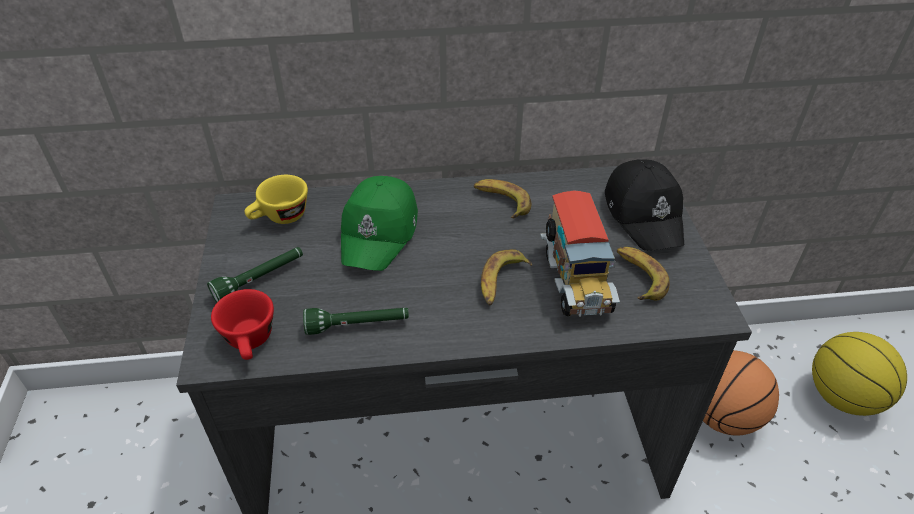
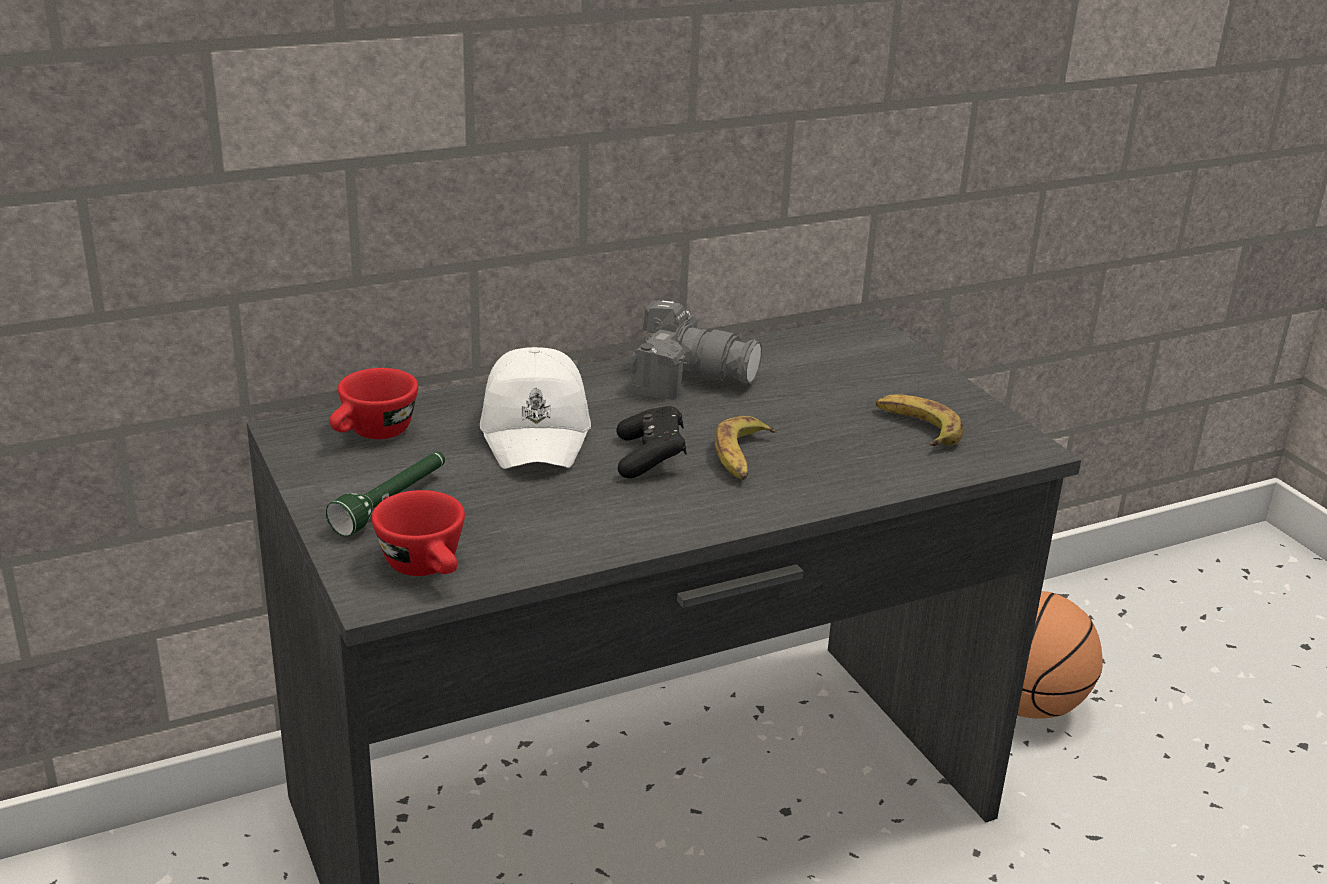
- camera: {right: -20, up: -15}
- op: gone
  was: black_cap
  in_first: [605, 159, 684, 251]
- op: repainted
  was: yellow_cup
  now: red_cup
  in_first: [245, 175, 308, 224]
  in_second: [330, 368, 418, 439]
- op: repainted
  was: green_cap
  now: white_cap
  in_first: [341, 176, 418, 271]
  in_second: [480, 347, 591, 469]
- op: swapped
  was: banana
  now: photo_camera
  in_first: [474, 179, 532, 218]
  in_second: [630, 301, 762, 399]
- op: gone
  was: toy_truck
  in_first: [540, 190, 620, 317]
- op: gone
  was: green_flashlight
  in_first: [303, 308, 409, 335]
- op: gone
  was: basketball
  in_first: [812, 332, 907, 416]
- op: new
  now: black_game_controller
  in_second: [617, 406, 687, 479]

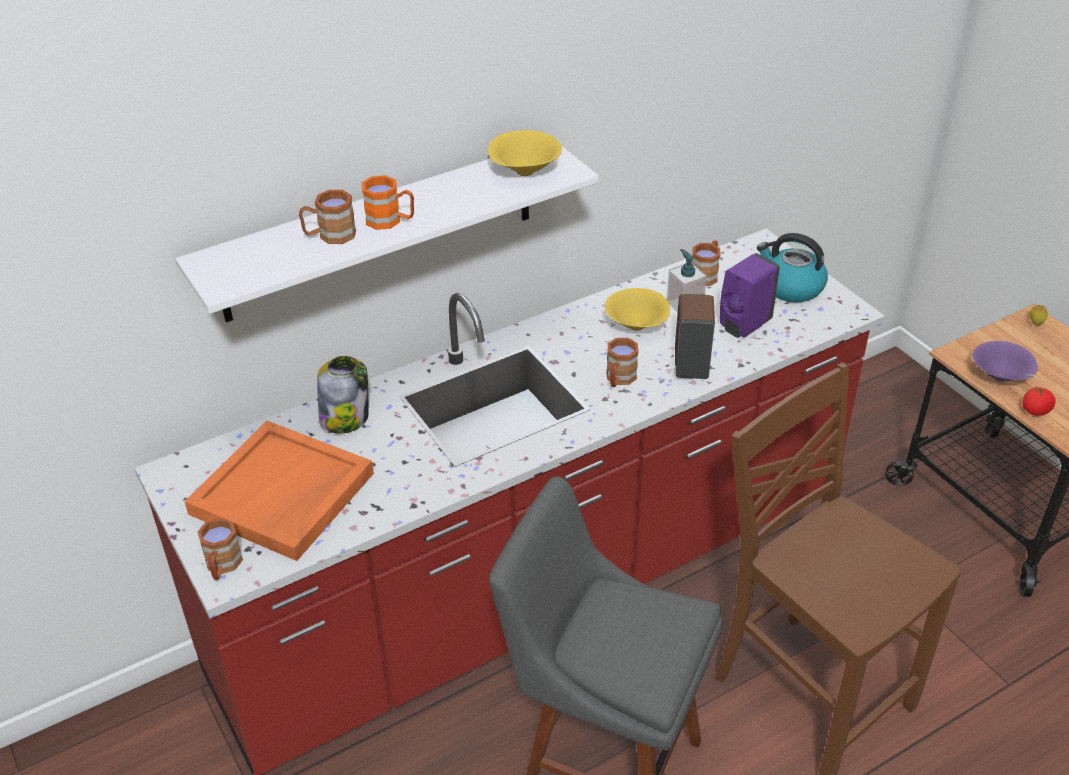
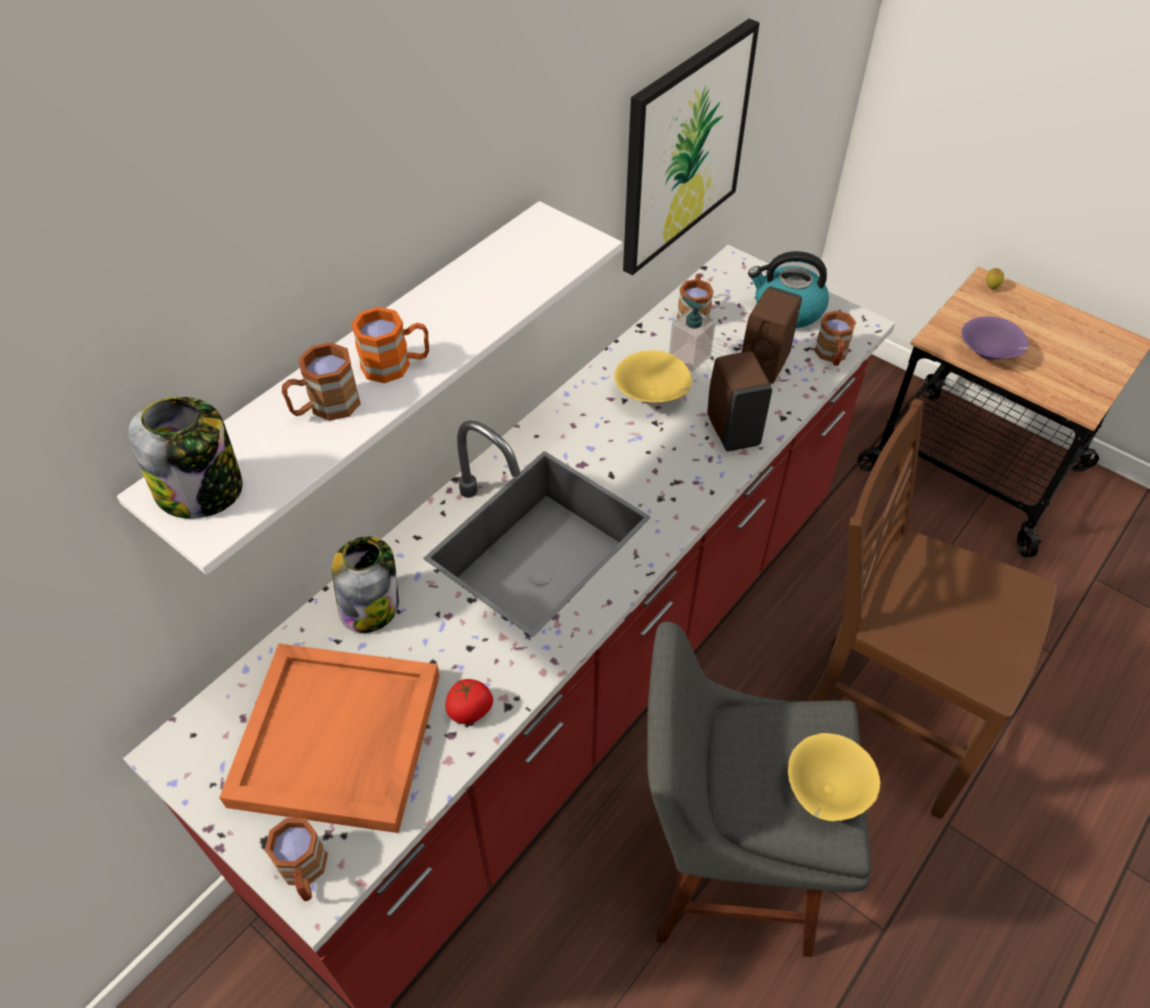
- camera: {right: -20, up: 10}
- op: shifted
  was: yellow_bowl
  in_first: [488, 130, 562, 176]
  in_second: [788, 733, 881, 821]
- op: repainted
  was: purple_soap_dispenser
  now: brown_soap_dispenser
  in_first: [720, 253, 780, 338]
  in_second: [742, 286, 802, 384]
- op: shifted
  was: brown_mug
  in_first: [606, 338, 639, 387]
  in_second: [814, 310, 856, 366]
- op: shifted
  was: tomato
  in_first: [1022, 385, 1056, 416]
  in_second: [446, 679, 493, 724]
- op: new
  now: picture
  in_second: [623, 19, 760, 275]
- op: new
  now: jar
  in_second: [128, 397, 243, 519]

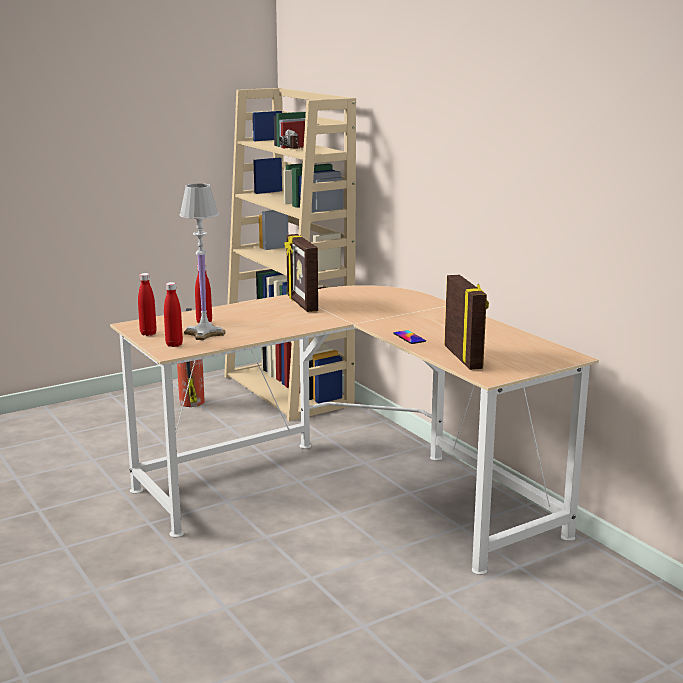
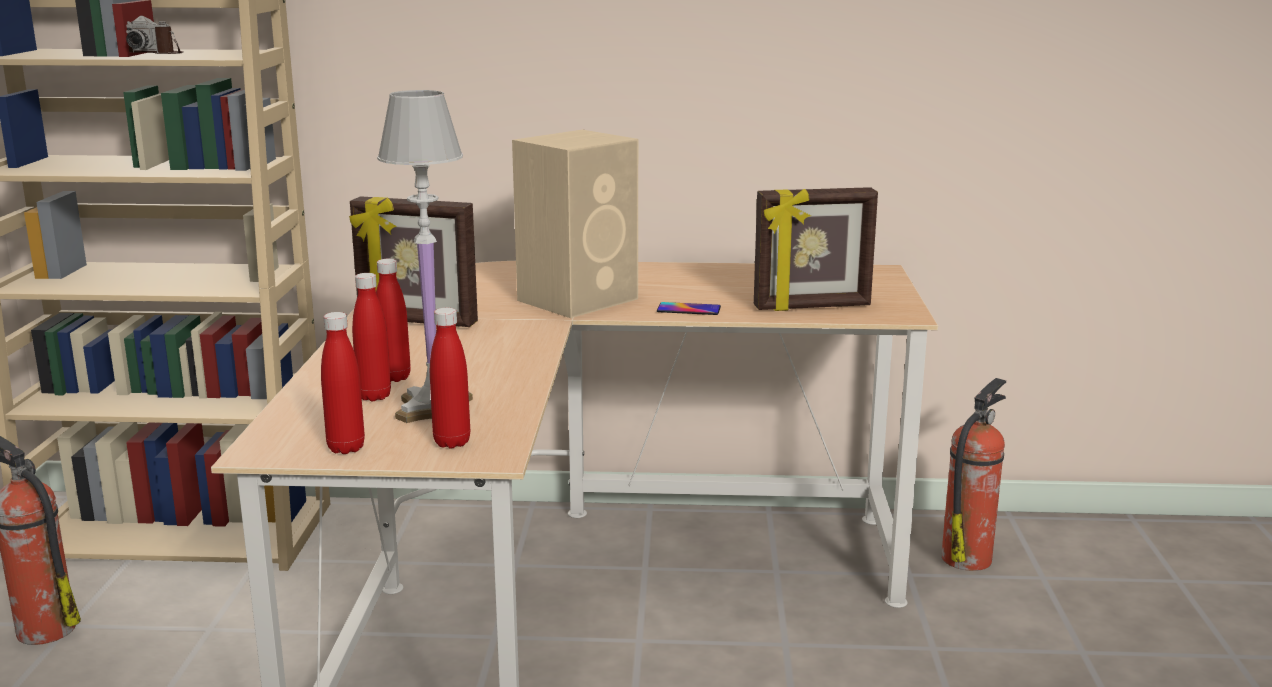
- camera: {right: -55, up: 0}
- op: rotated
  was: picture_frame
  in_first: [444, 275, 489, 370]
  in_second: [754, 187, 878, 311]
  clockwise: 150
- op: new
  now: beige_speaker
  in_second: [512, 130, 638, 318]
- op: new
  now: red_bottle
  in_second: [376, 259, 411, 382]
- op: new
  now: fire_extinguisher
  in_second: [941, 378, 1006, 571]

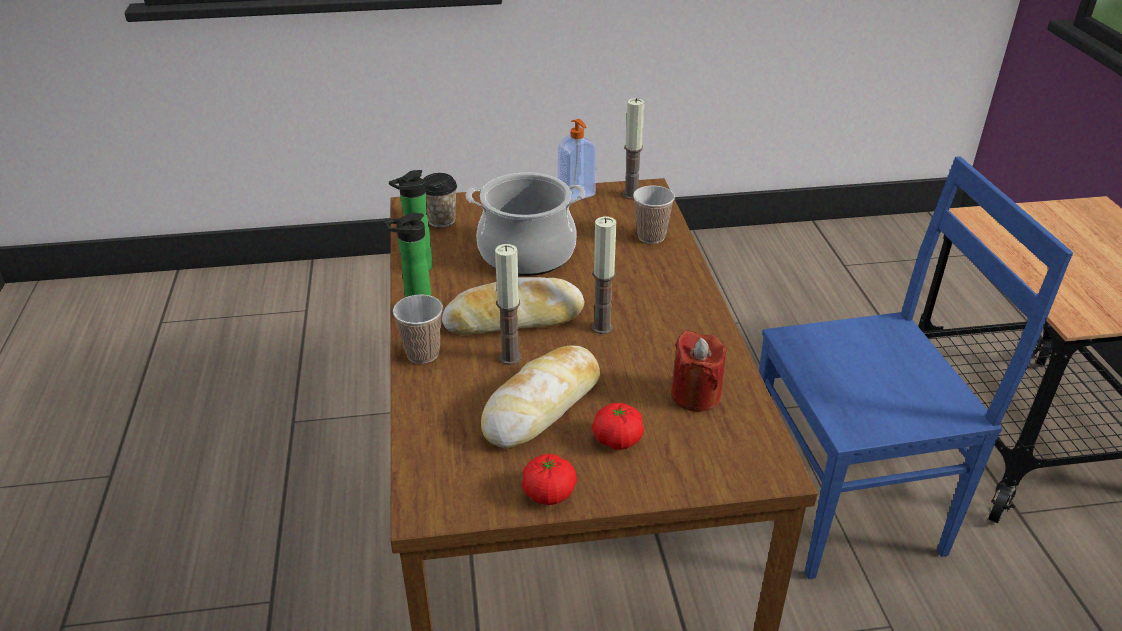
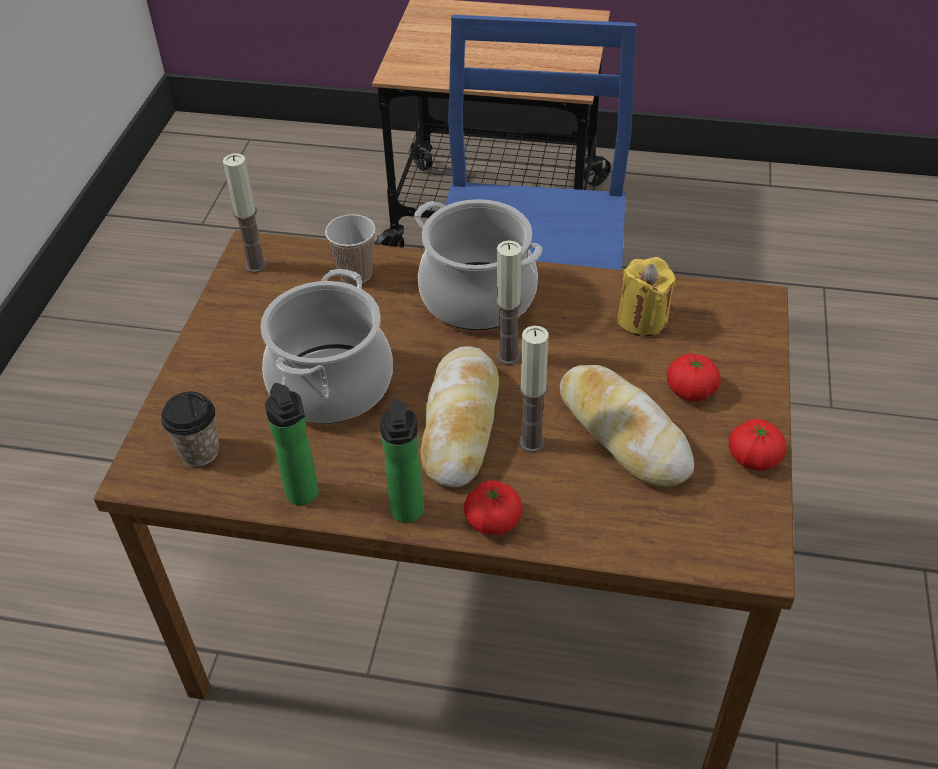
- camera: {right: -70, up: 10}
- op: gone
  was: soap_dispenser
  in_first: [558, 119, 597, 202]
- op: swapped
  was: cup
  now: tomato
  in_first: [393, 295, 443, 364]
  in_second: [464, 480, 523, 535]
- op: repainted
  was: red_candle
  now: yellow_candle
  in_first: [671, 330, 727, 412]
  in_second: [617, 257, 676, 336]
- op: new
  now: cooking_pot
  in_second: [414, 199, 542, 330]

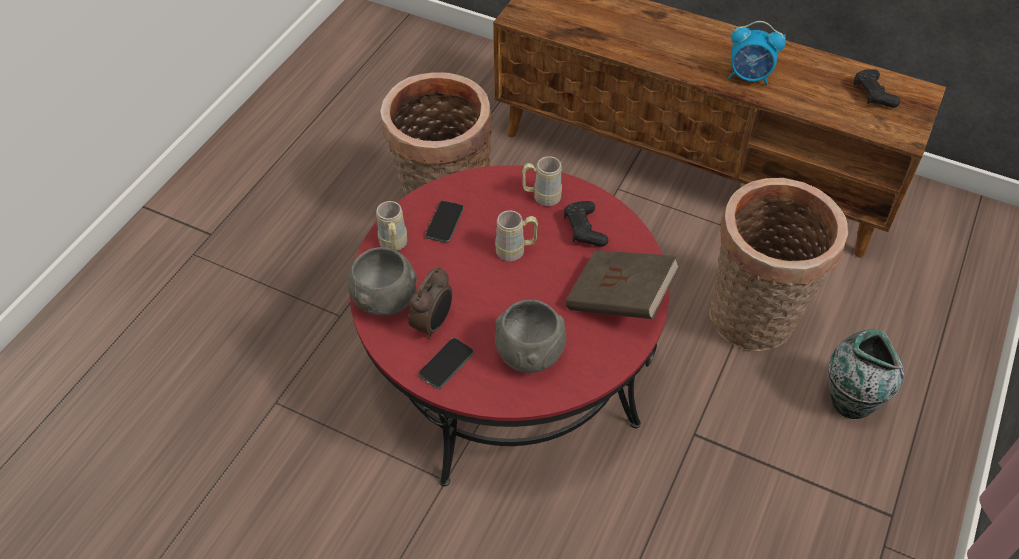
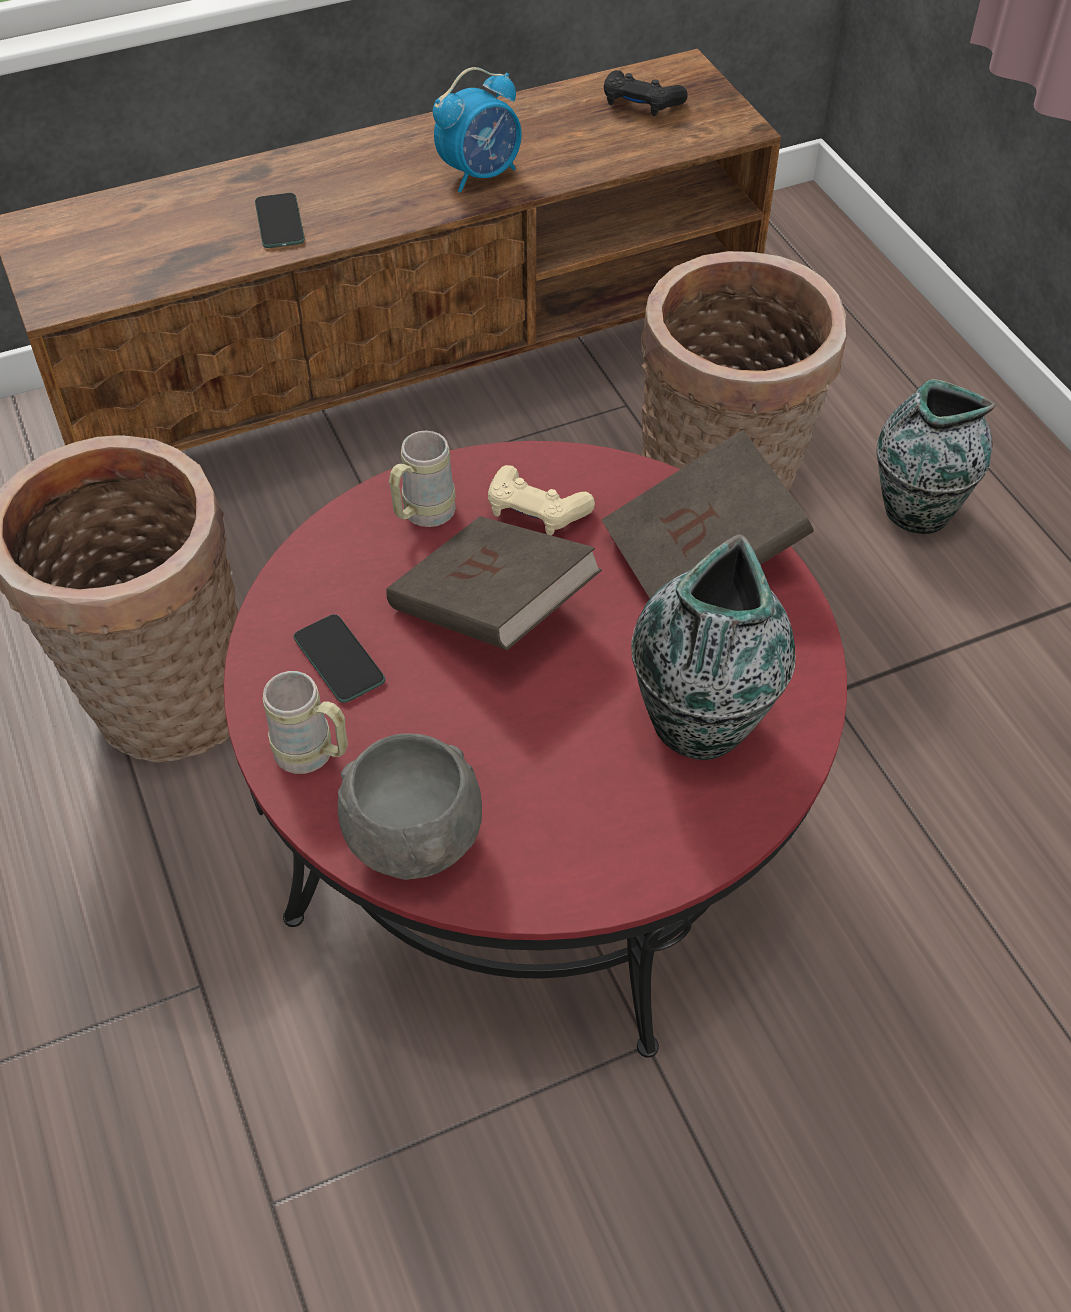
- camera: {right: -50, up: 0}
- op: repainted
  was: black_game_controller
  now: beige_game_controller
  in_first: [564, 201, 608, 247]
  in_second: [488, 465, 595, 535]
- op: swapped
  was: beige_mug
  now: brown_book
  in_first: [495, 210, 538, 261]
  in_second: [386, 516, 602, 650]
- op: gone
  was: alarm_clock
  in_first: [408, 267, 452, 339]
- op: swapped
  was: grey_bowl
  now: vase
  in_first: [495, 300, 566, 373]
  in_second: [631, 534, 796, 760]
- op: shifted
  was: phone
  in_first: [418, 338, 474, 389]
  in_second: [255, 193, 305, 248]

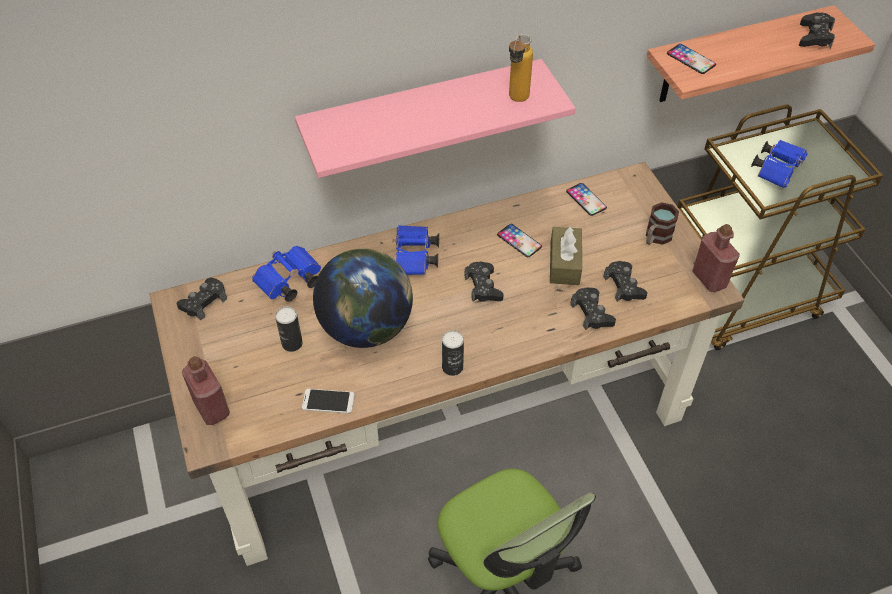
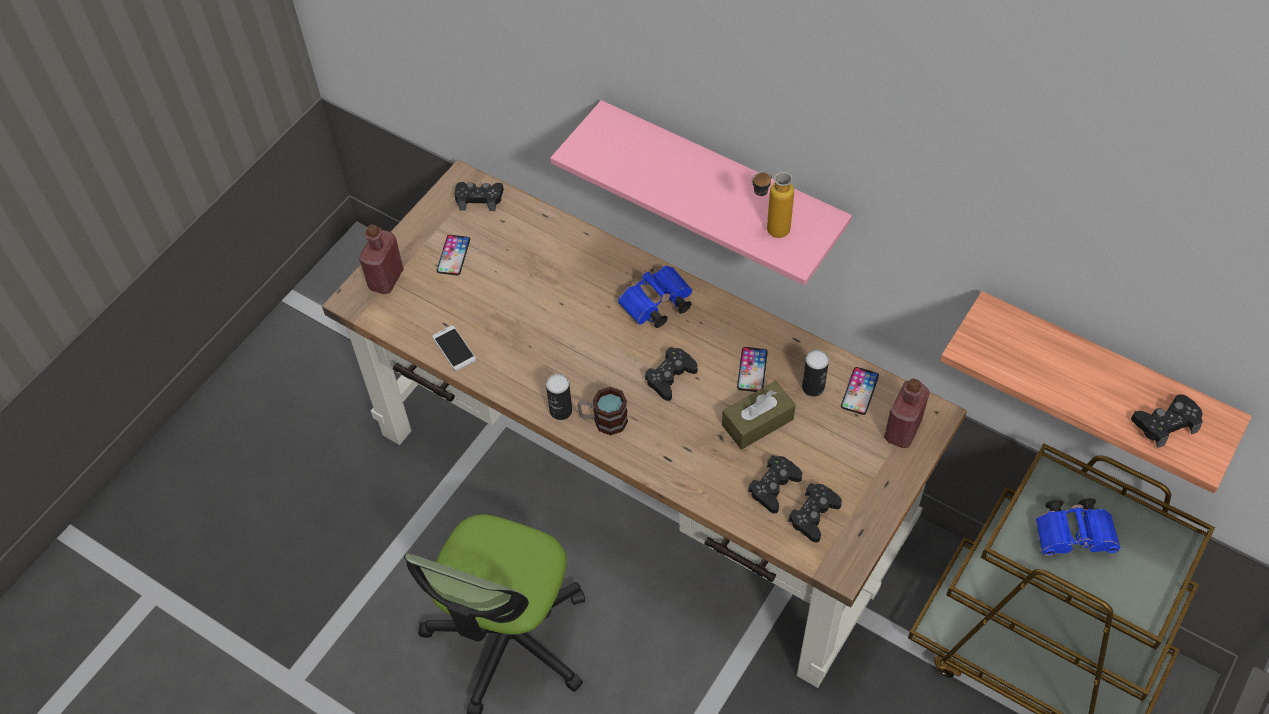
- camera: {right: 55, up: 5}
- op: shifted
  was: phone
  in_first: [667, 44, 716, 74]
  in_second: [436, 235, 470, 275]
- op: shifted
  was: mug
  in_first: [646, 202, 679, 245]
  in_second: [577, 387, 628, 436]
- op: shifted
  was: red_bottle
  in_first: [692, 224, 740, 292]
  in_second: [884, 378, 930, 448]
- op: gone
  was: blue_binoculars
  in_first: [252, 246, 321, 302]
- op: gone
  was: globe
  in_first: [313, 248, 413, 348]
- op: shifted
  was: black_game_controller
  in_first: [570, 287, 616, 330]
  in_second: [788, 483, 842, 543]
- op: shifted
  was: can
  in_first: [275, 307, 303, 352]
  in_second: [802, 350, 829, 396]

